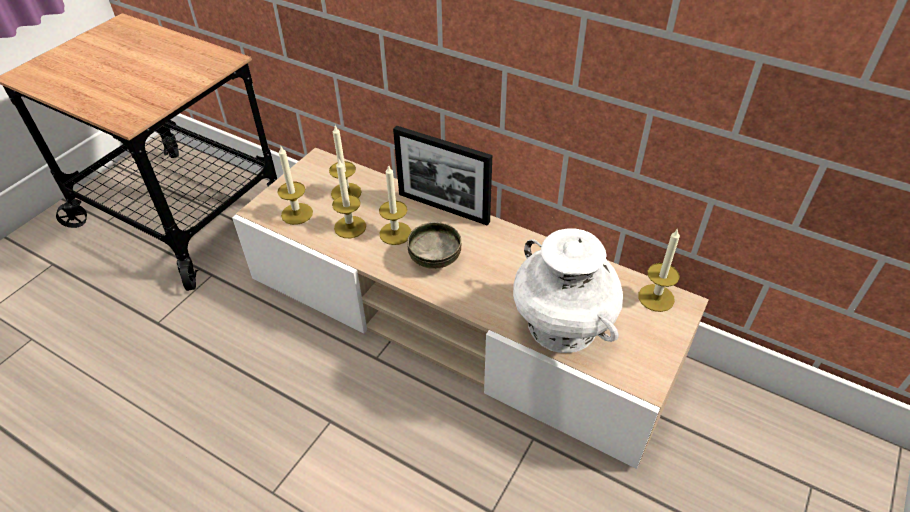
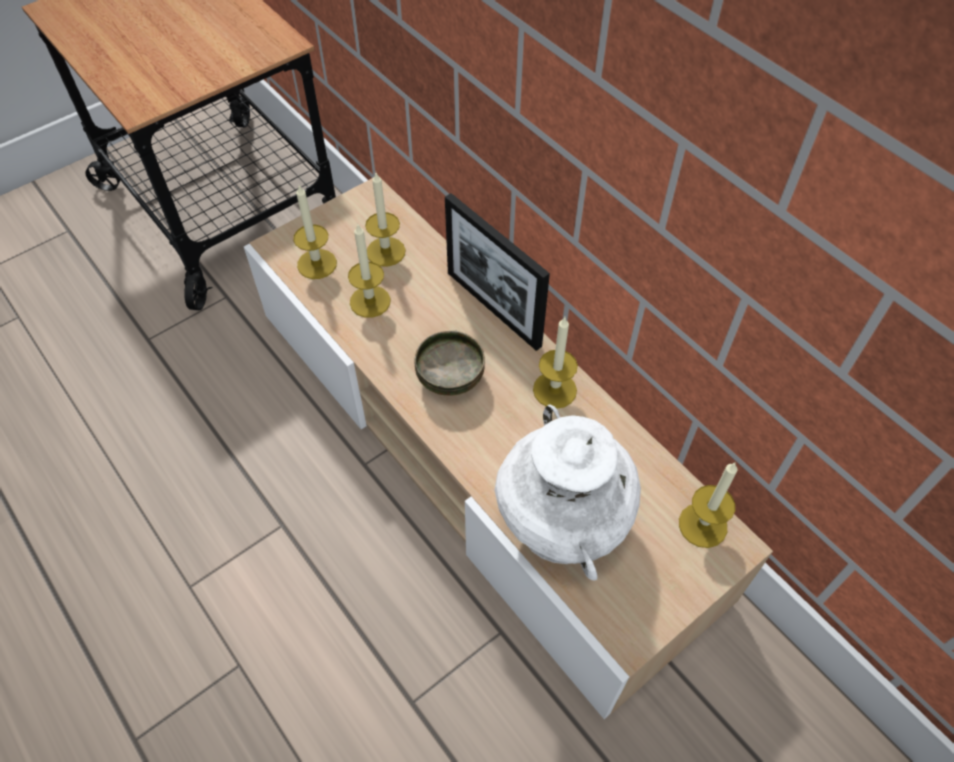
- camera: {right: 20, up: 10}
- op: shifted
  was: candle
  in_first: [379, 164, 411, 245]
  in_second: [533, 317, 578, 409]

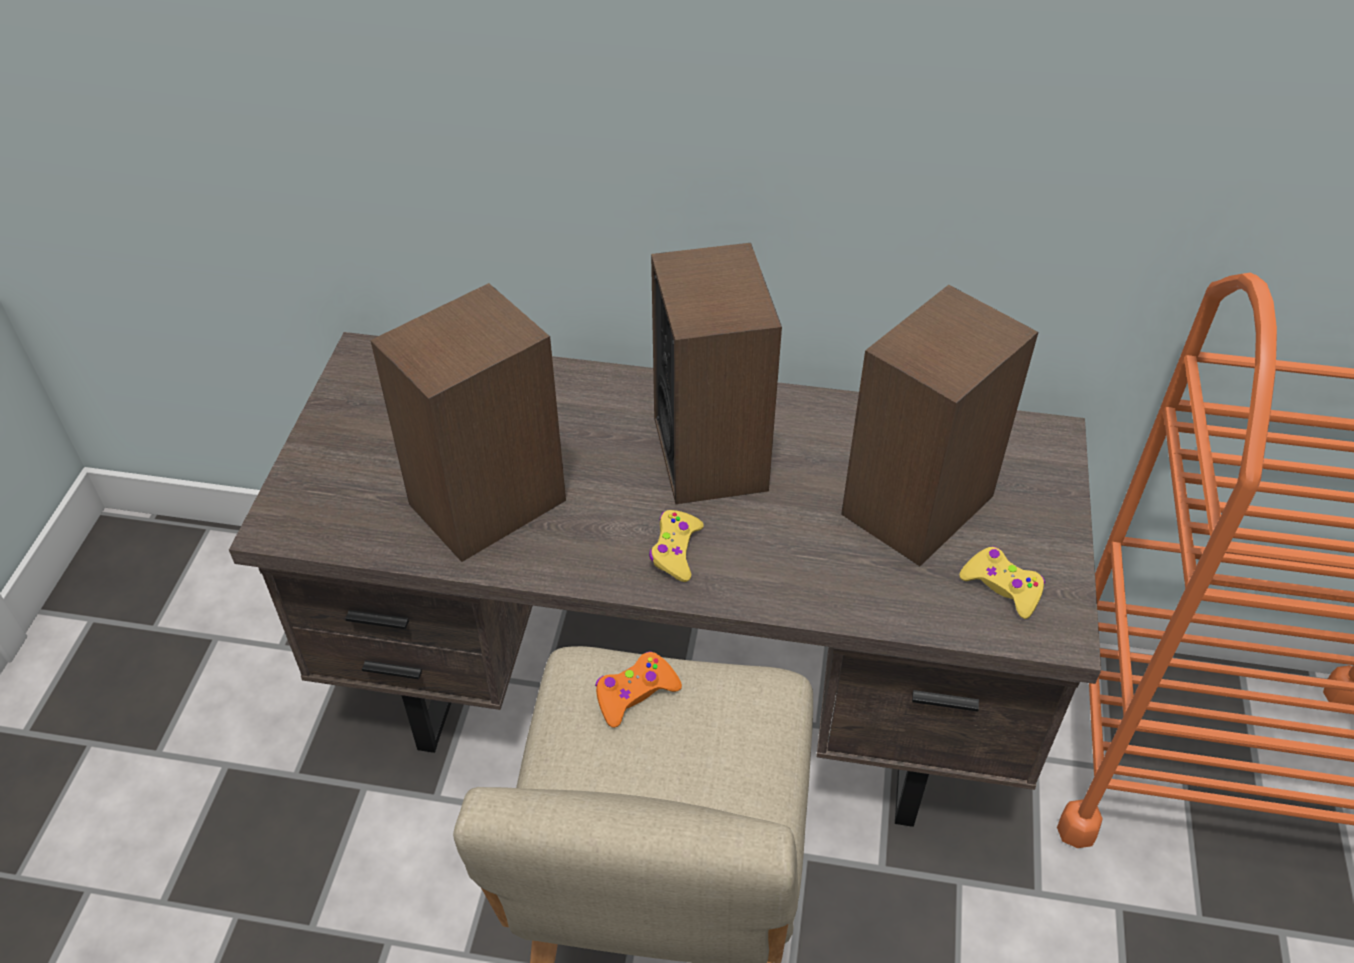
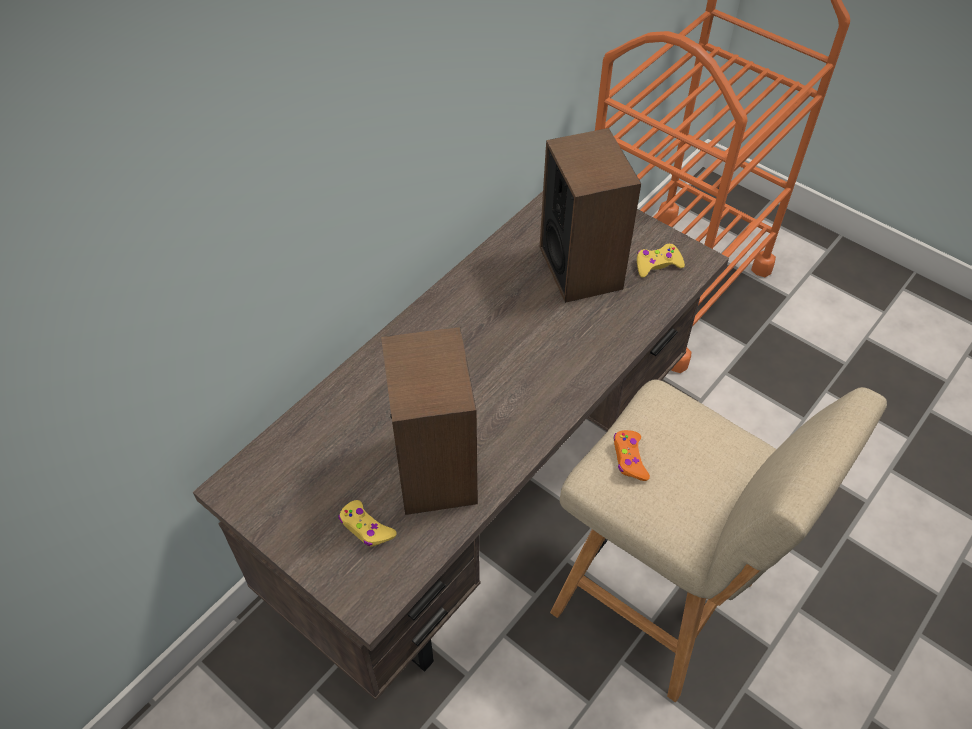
- camera: {right: -60, up: 5}
- op: gone
  was: speaker
  in_first: [651, 243, 782, 504]
- op: shifted
  was: yellow_game_controller
  in_first: [649, 510, 704, 582]
  in_second: [338, 500, 397, 547]

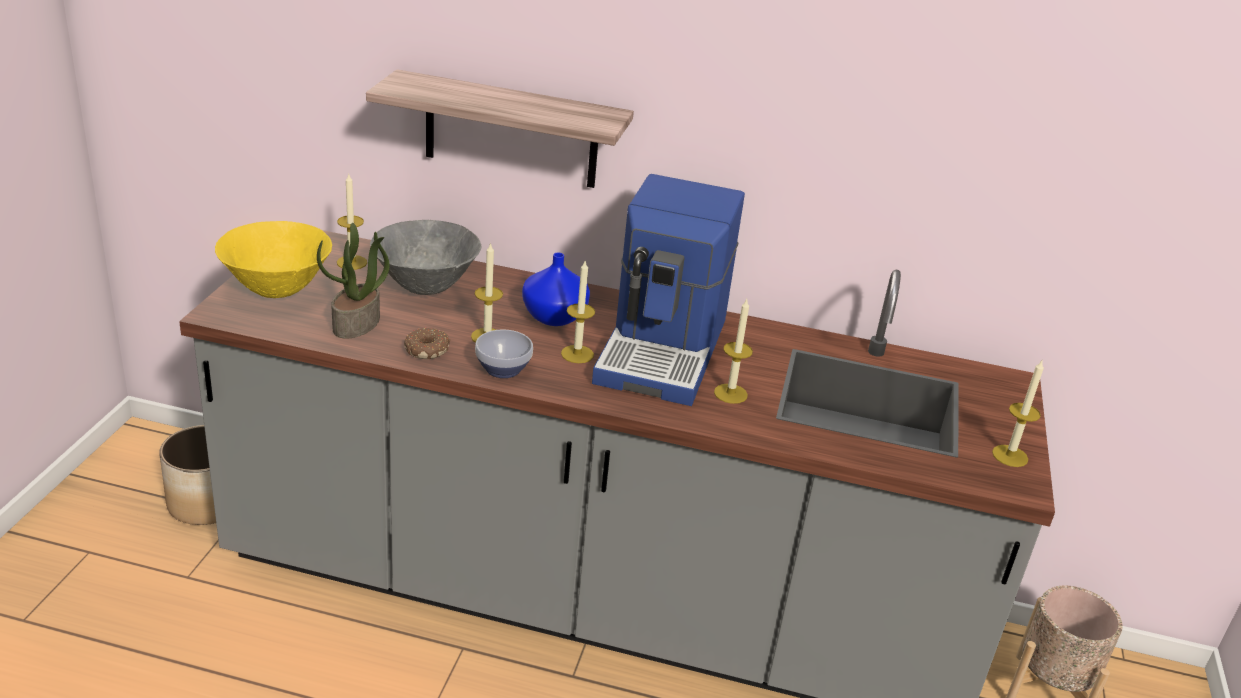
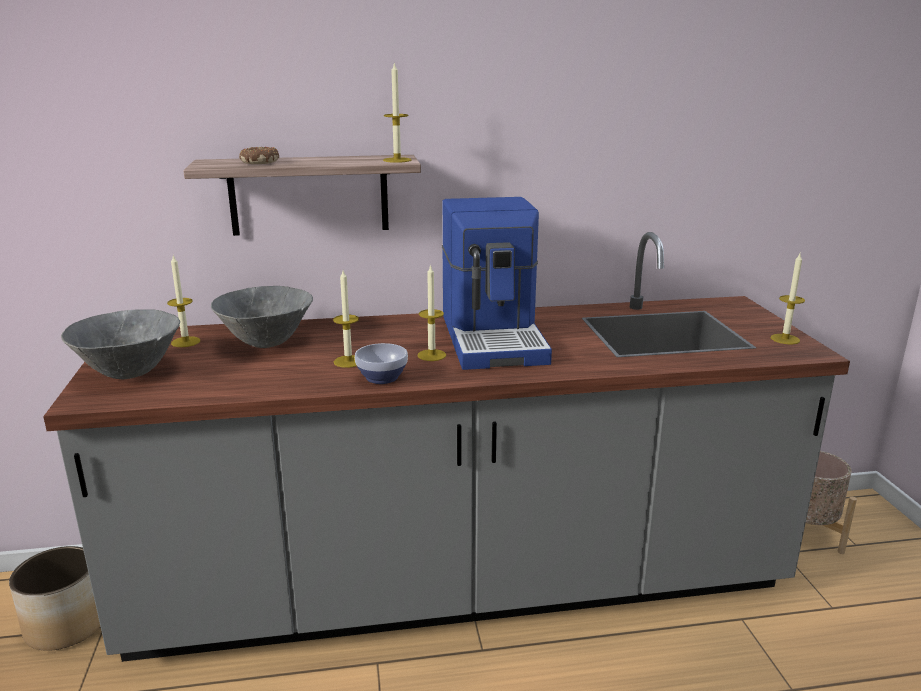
- camera: {right: -20, up: -10}
- op: repainted
  was: yellow_bowl
  now: grey_bowl
  in_first: [215, 221, 332, 298]
  in_second: [61, 309, 180, 379]
- op: gone
  was: potted_plant
  in_first: [317, 223, 390, 339]
- op: gone
  was: blue_vase
  in_first: [522, 253, 590, 326]
- op: shifted
  was: candle
  in_first: [714, 299, 753, 404]
  in_second: [383, 62, 411, 163]
- op: shifted
  was: donut
  in_first: [404, 328, 451, 359]
  in_second: [239, 146, 279, 164]

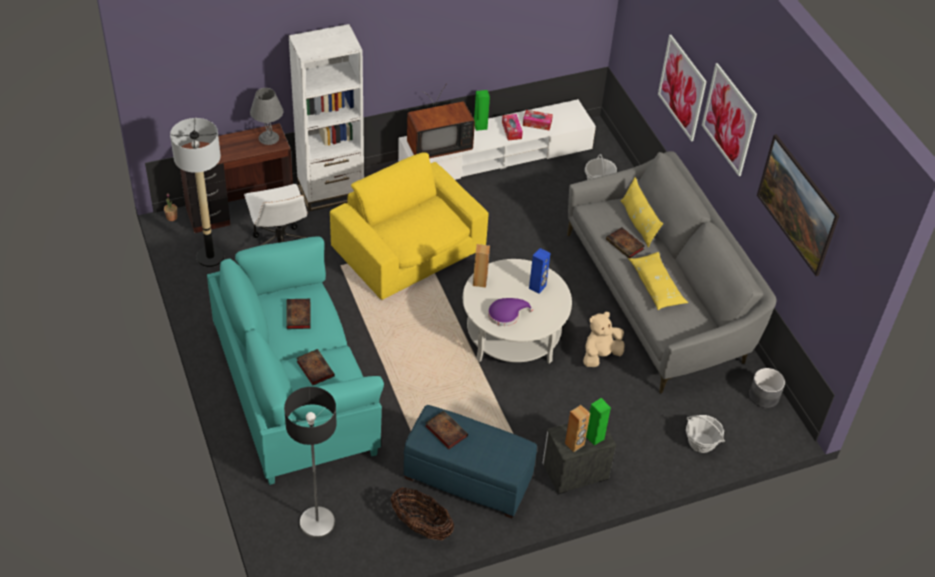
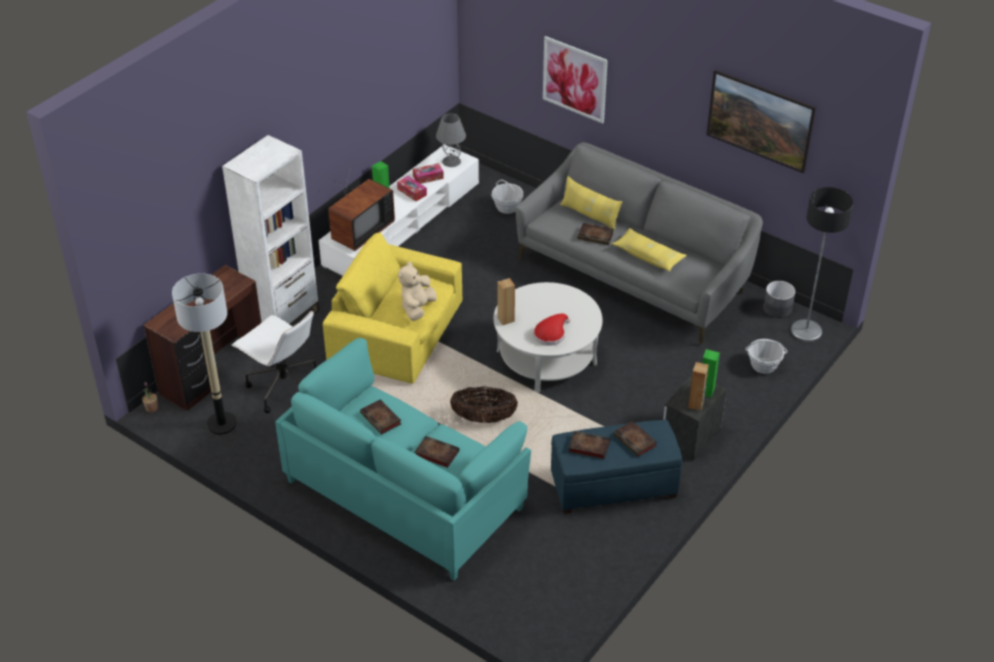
- camera: {right: -30, up: -5}
- op: gone
  was: picture
  in_first: [702, 63, 757, 176]
- op: shifted
  was: grey_table_lamp
  in_first: [250, 88, 284, 145]
  in_second: [436, 113, 466, 167]
- op: gone
  was: blue_speaker
  in_first: [529, 248, 551, 294]
- op: repainted
  was: purple_hat
  now: red_hat
  in_first: [488, 298, 533, 326]
  in_second: [534, 313, 570, 346]
- op: shifted
  was: beige_plush_toy
  in_first: [583, 312, 625, 367]
  in_second: [398, 261, 437, 321]
- op: shifted
  was: floor_lamp
  in_first: [284, 387, 337, 538]
  in_second: [791, 187, 853, 342]
- op: shifted
  was: basket
  in_first: [391, 488, 454, 540]
  in_second: [450, 386, 518, 423]
- op: new
  now: book
  in_second: [614, 421, 657, 457]

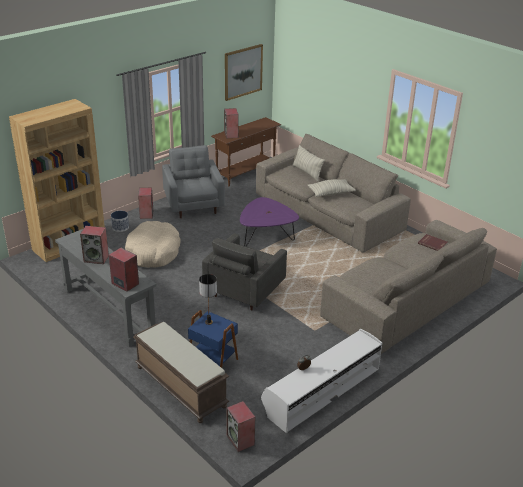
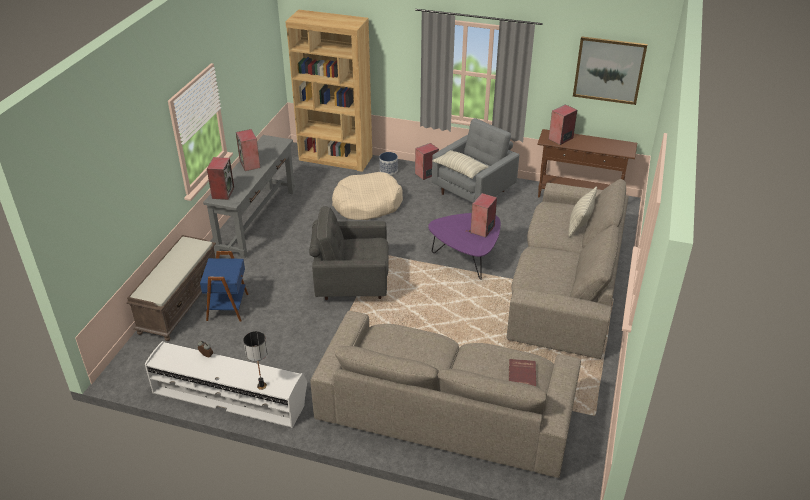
- camera: {right: 60, up: 5}
- op: shifted
  was: pillow
  in_first: [308, 179, 356, 197]
  in_second: [433, 150, 489, 179]
- op: shifted
  was: table_lamp
  in_first: [199, 274, 217, 325]
  in_second: [243, 331, 268, 390]
- op: shifted
  was: speaker
  in_first: [226, 401, 255, 452]
  in_second: [471, 193, 497, 237]

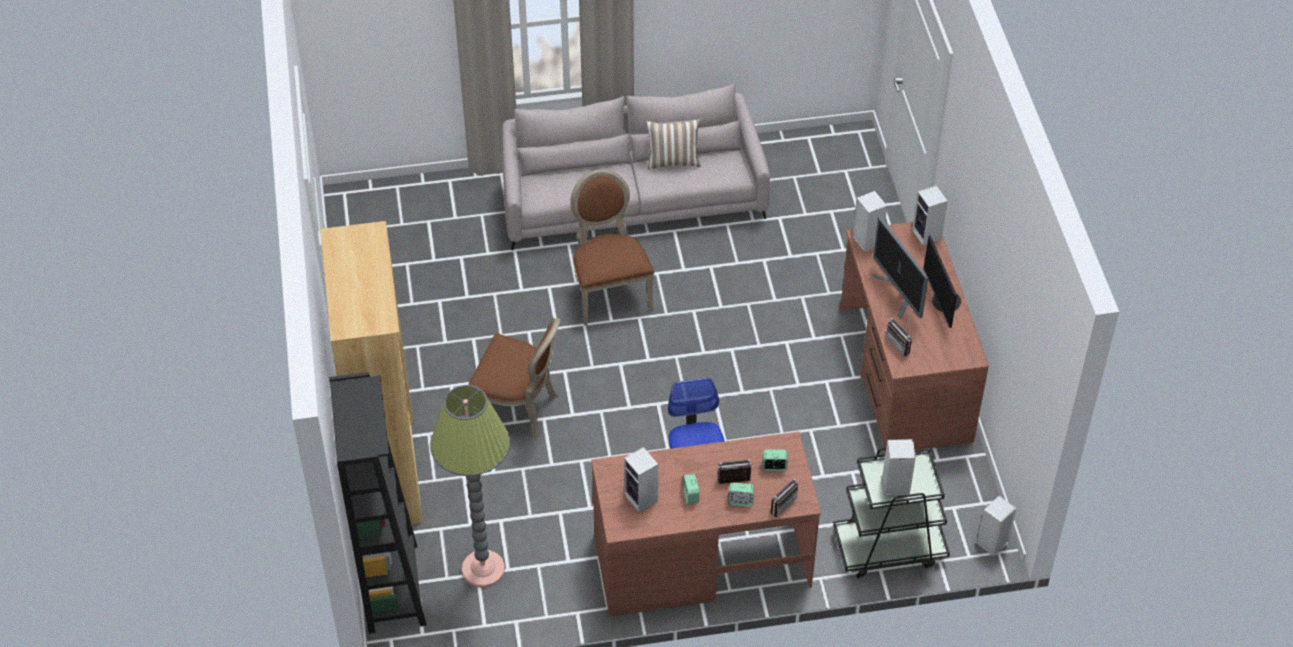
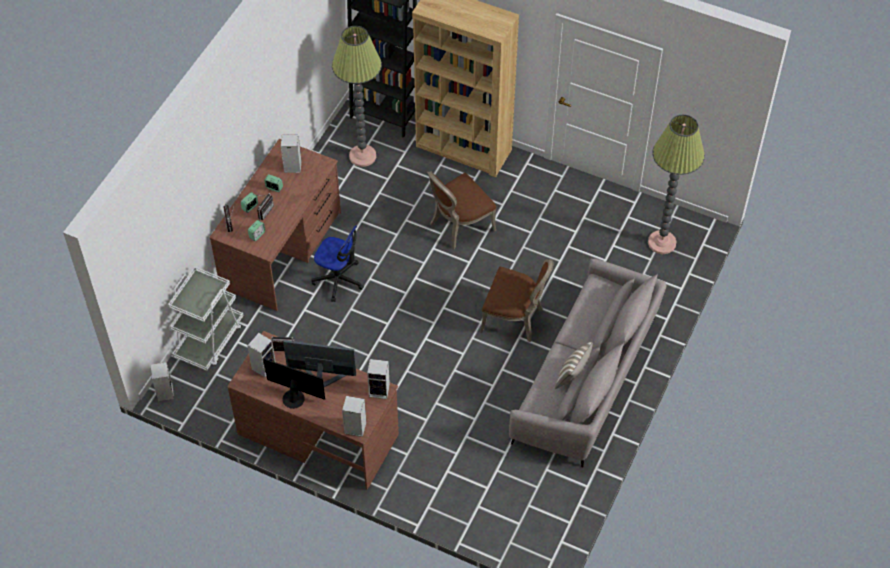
- camera: {right: 125, up: 5}
- op: shifted
  was: speaker
  in_first: [882, 439, 916, 496]
  in_second: [247, 333, 276, 377]
- op: repainted
  was: black_cart
  now: white_cart
  in_first: [833, 447, 950, 578]
  in_second: [168, 267, 244, 371]
- op: new
  now: floor_lamp
  in_second: [648, 115, 705, 254]

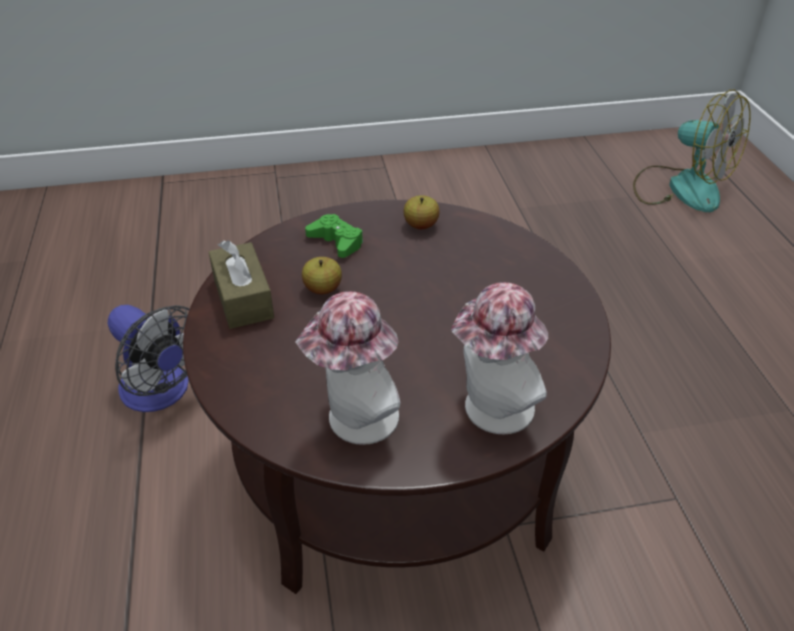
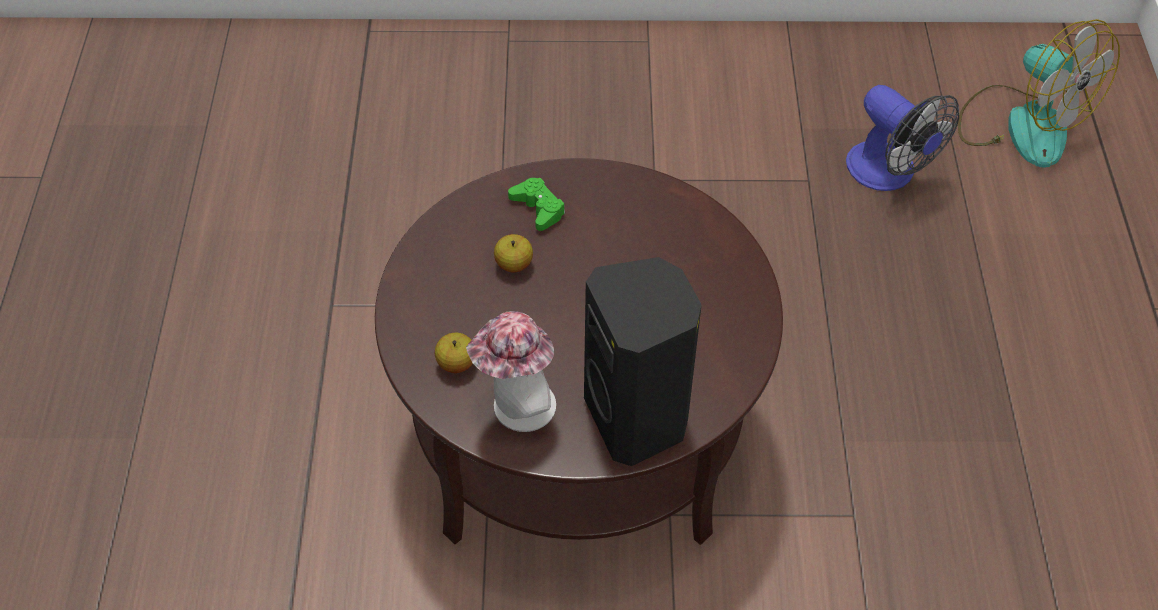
- camera: {right: 10, up: 10}
- op: shifted
  was: apple
  in_first: [404, 195, 440, 229]
  in_second: [435, 333, 473, 373]
- op: gone
  was: brown_tissue_box
  in_first: [209, 240, 274, 329]
- op: swapped
  was: hat
  now: black_speaker
  in_first: [451, 282, 548, 434]
  in_second: [584, 257, 702, 466]
- op: shifted
  was: fan
  in_first: [108, 305, 190, 412]
  in_second: [846, 85, 959, 191]

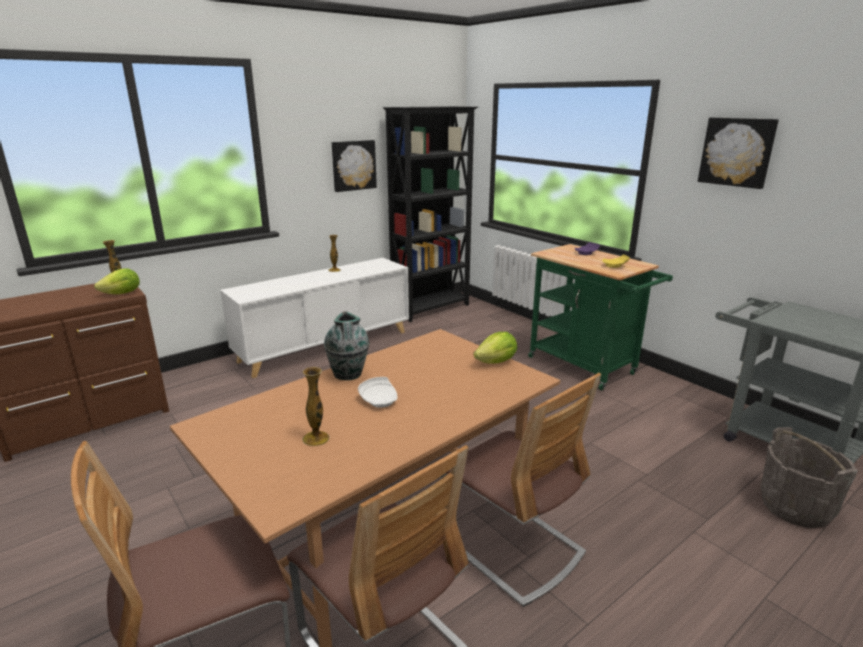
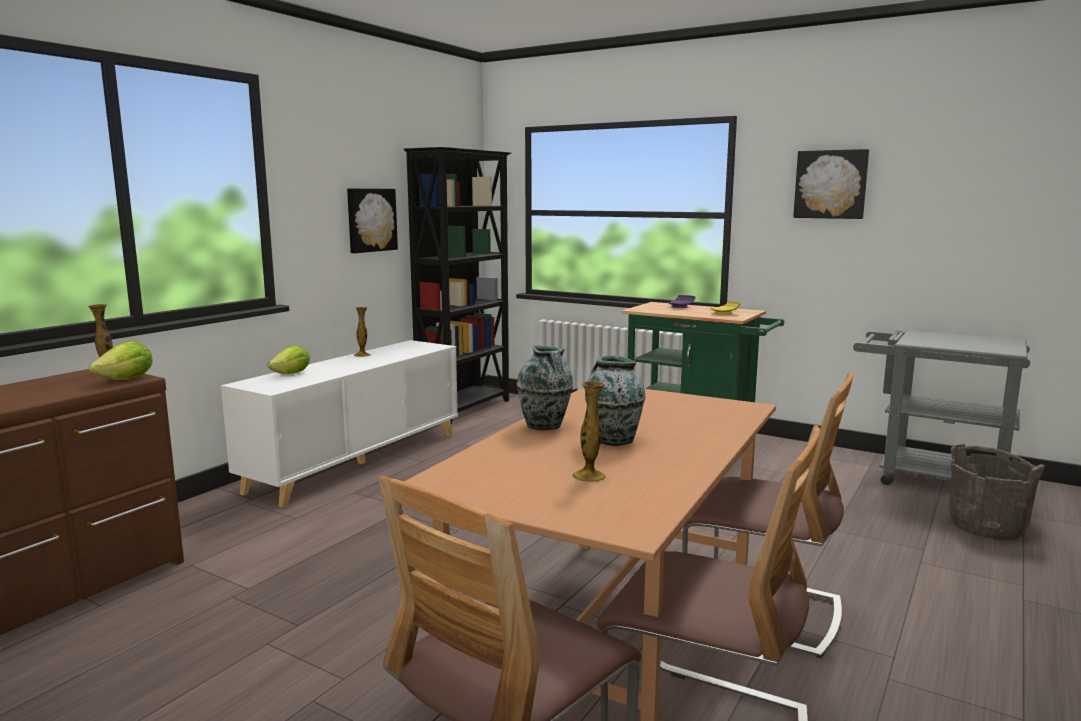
- camera: {right: -20, up: -10}
- op: shifted
  was: lettuce
  in_first: [474, 332, 517, 364]
  in_second: [268, 345, 310, 374]
- op: swapped
  was: white_plate
  now: vase
  in_first: [358, 377, 398, 408]
  in_second: [585, 355, 646, 446]

